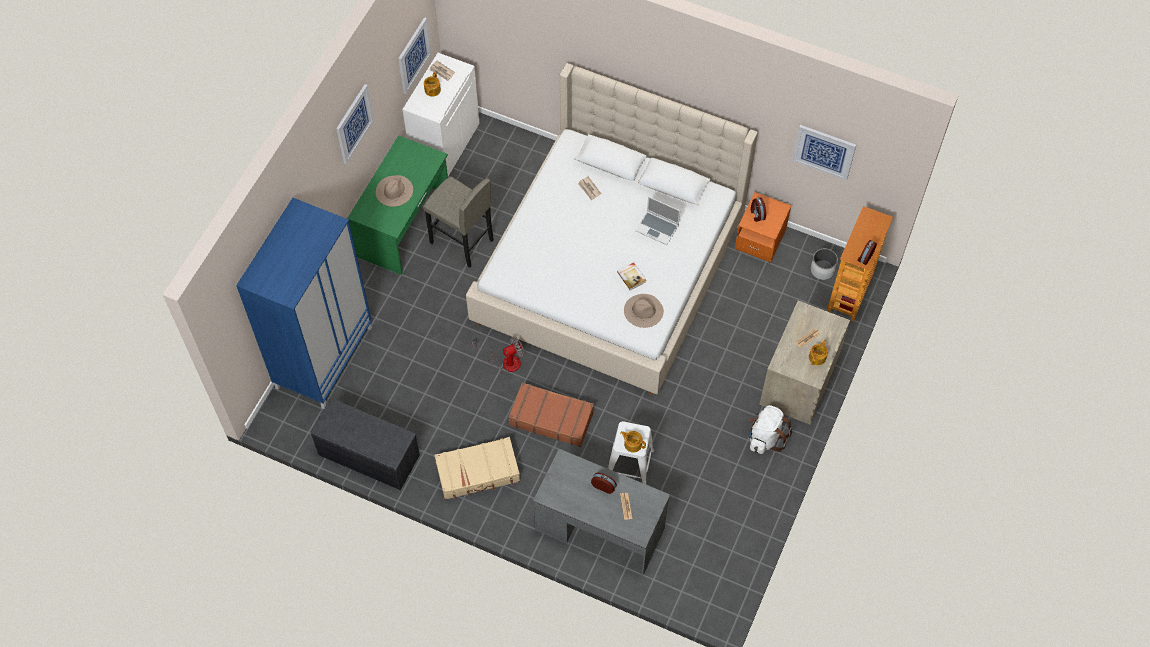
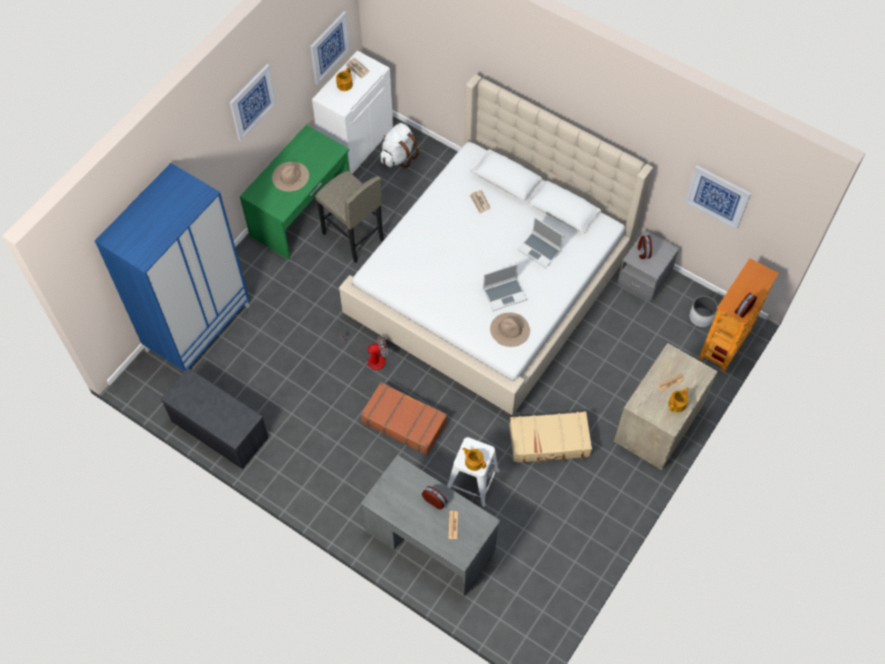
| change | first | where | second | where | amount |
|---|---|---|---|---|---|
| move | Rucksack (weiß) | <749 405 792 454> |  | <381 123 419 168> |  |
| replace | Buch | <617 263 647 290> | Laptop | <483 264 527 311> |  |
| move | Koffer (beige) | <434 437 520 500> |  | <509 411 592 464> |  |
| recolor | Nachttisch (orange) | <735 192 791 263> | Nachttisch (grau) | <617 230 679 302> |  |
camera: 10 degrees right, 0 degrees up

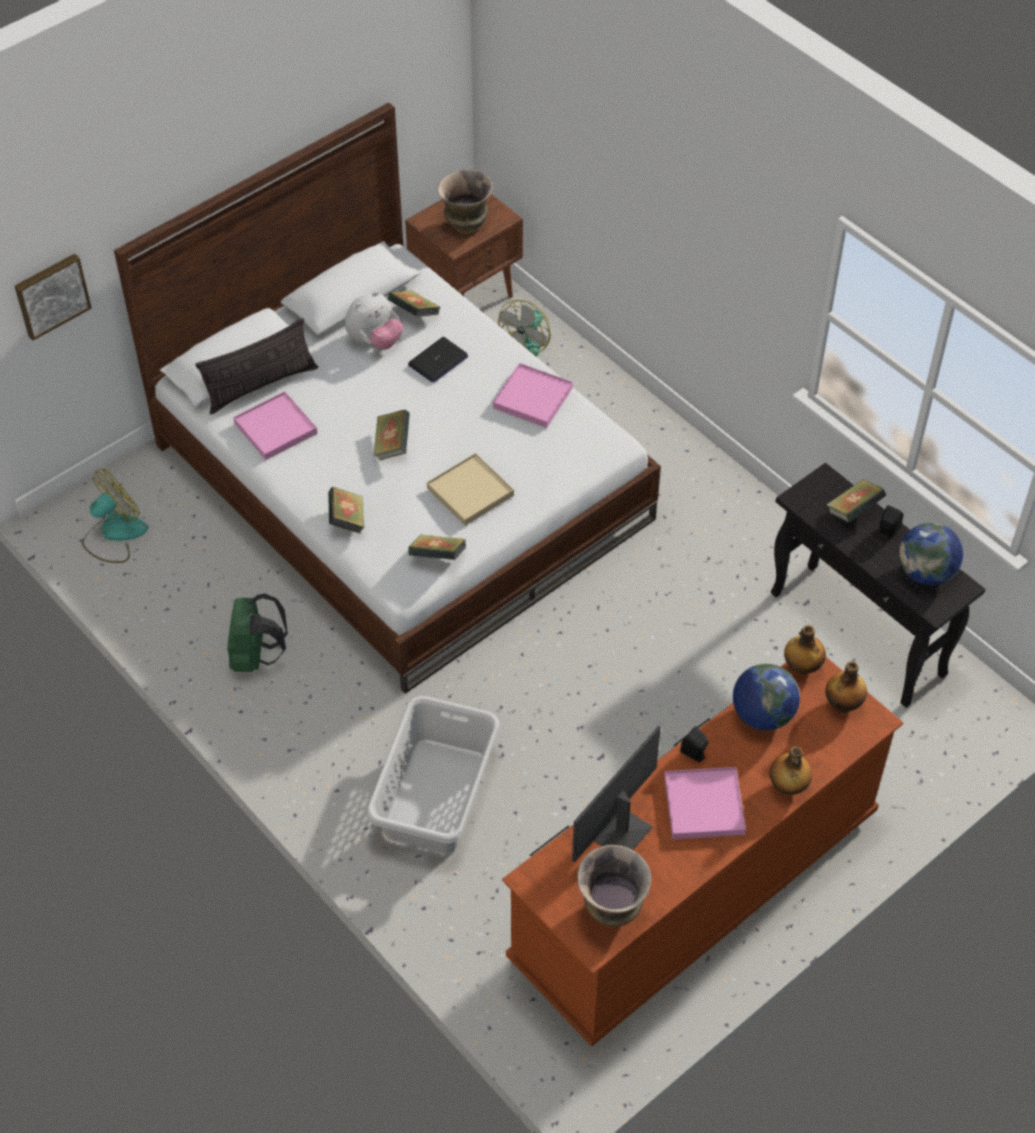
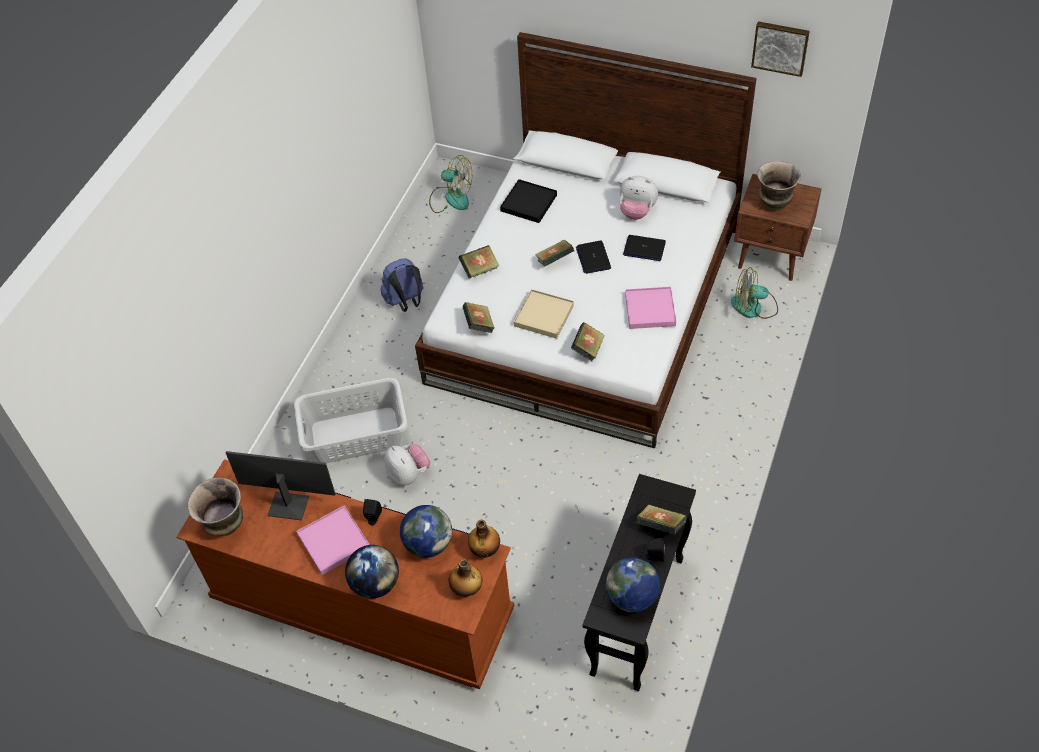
| change | first | where | second | where | amount |
|---|---|---|---|---|---|
| replace | Flasche | <770 746 812 795> | Globus | <345 545 399 599> |  |
| recolor | Rucksack (grün) | <227 593 288 672> | Rucksack (blau) | <380 258 424 312> |  |
| insert |  |  | Plüschtier | <384 444 430 486> |  |
| recolor | Tablett (rosa) | <233 391 317 460> | Tablett (schwarz) | <500 179 557 223> |  |
| move | Buch | <388 290 440 317> |  | <571 322 605 361> |  |
| insert |  |  | Laptop | <576 240 611 274> |  |
| move | Bild | <15 254 91 340> |  | <751 21 810 77> |  |
| delete | Kissen | <196 318 318 414> |  |  |  |
camera: 65 degrees right, 0 degrees up

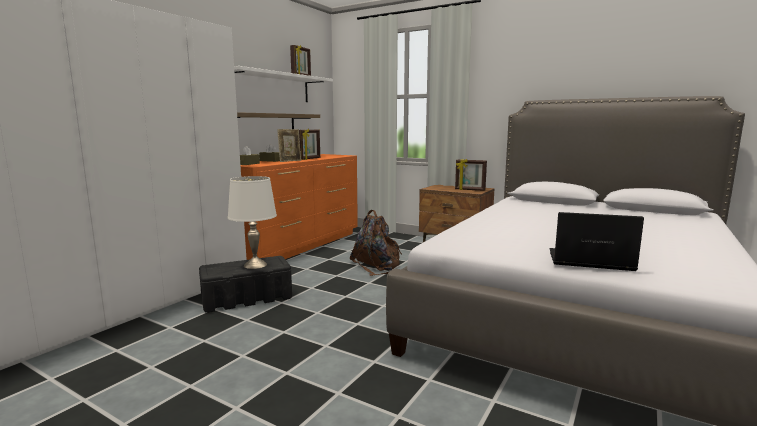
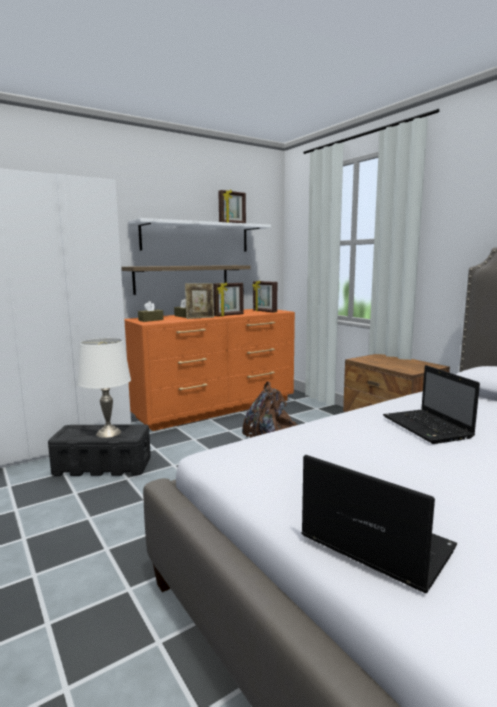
| change | first | where | second | where | amount |
|---|---|---|---|---|---|
| move | Bilderrahmen | <455 159 487 191> |  | <252 280 277 313> |  |
| insert |  |  | Laptop | <383 365 480 444> |  |
camera: 25 degrees right, 0 degrees up

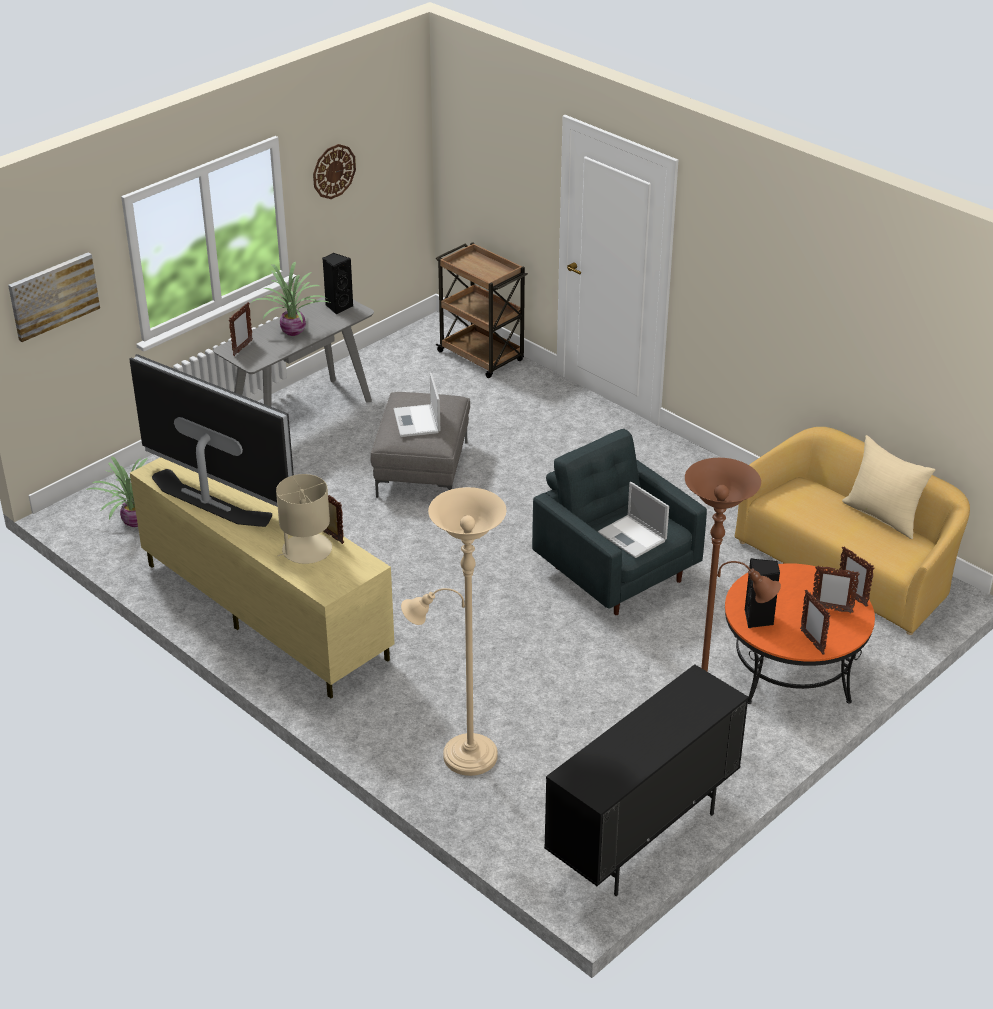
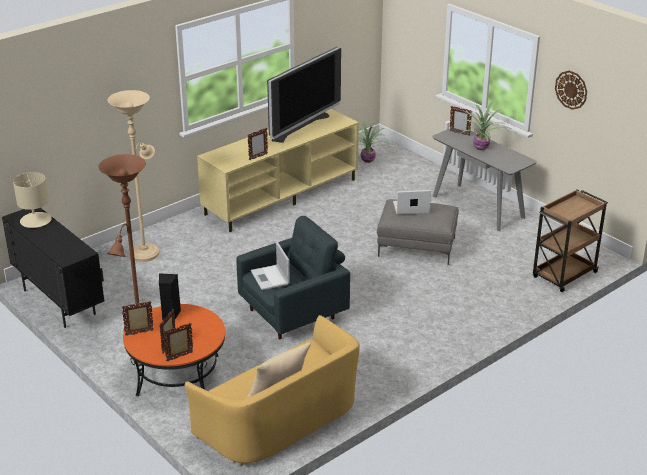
| change | first | where | second | where | amount |
|---|---|---|---|---|---|
| move | Tischlampe (beige) | <276 474 332 564> |  | <13 172 52 228> |  |
| rotate | Laptop | <598 482 669 558> |  | <251 242 290 290> | 75 degrees counterclockwise |
| delete | Bild | <8 252 100 342> |  |  |  |
| delete | Lautsprecher (schwarz) | <323 253 353 315> |  |  |  |
camera: 95 degrees right, 5 degrees down

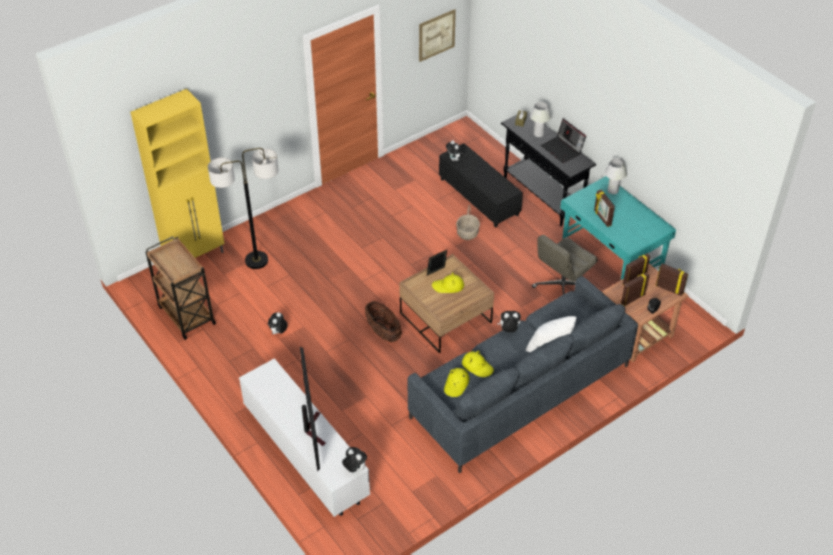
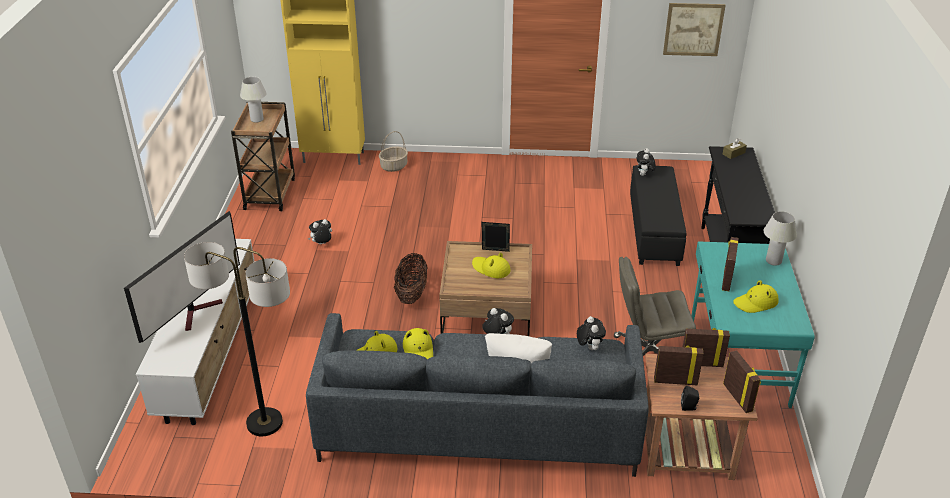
| change | first | where | second | where | amount |
|---|---|---|---|---|---|
| move | Stehlampe | <208 148 278 269> |  | <184 242 290 436> |  |
| move | Tischlampe (weiß) | <530 102 551 137> |  | <240 77 267 123> |  |
| move | Korb | <456 205 480 240> |  | <379 131 408 172> |  |
| move | Plüschtier | <342 447 367 472> |  | <577 316 606 350> |  |
| insert |  |  | Hut (gelb) | <733 280 779 313> |  |
| delete | Laptop | <541 119 586 163> |  |  |  |
camera: 40 degrees right, 10 degrees down

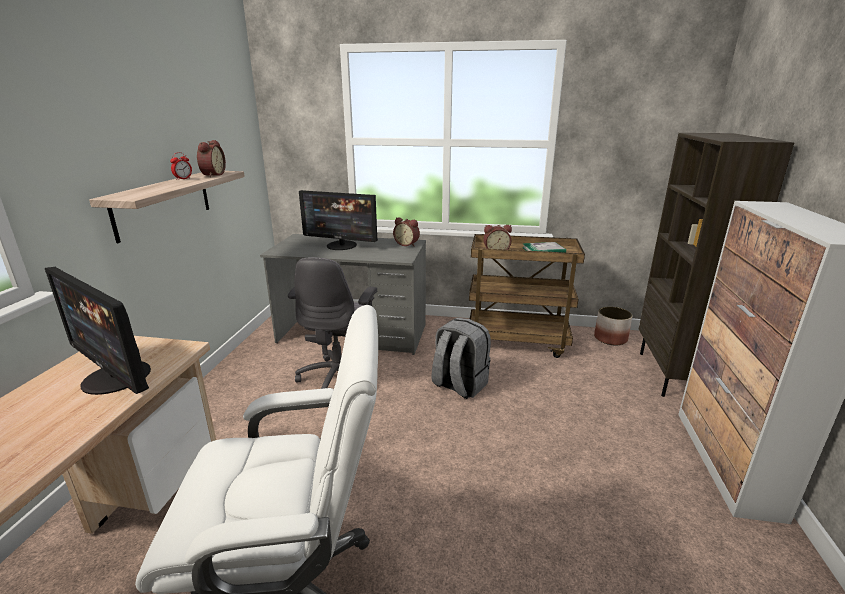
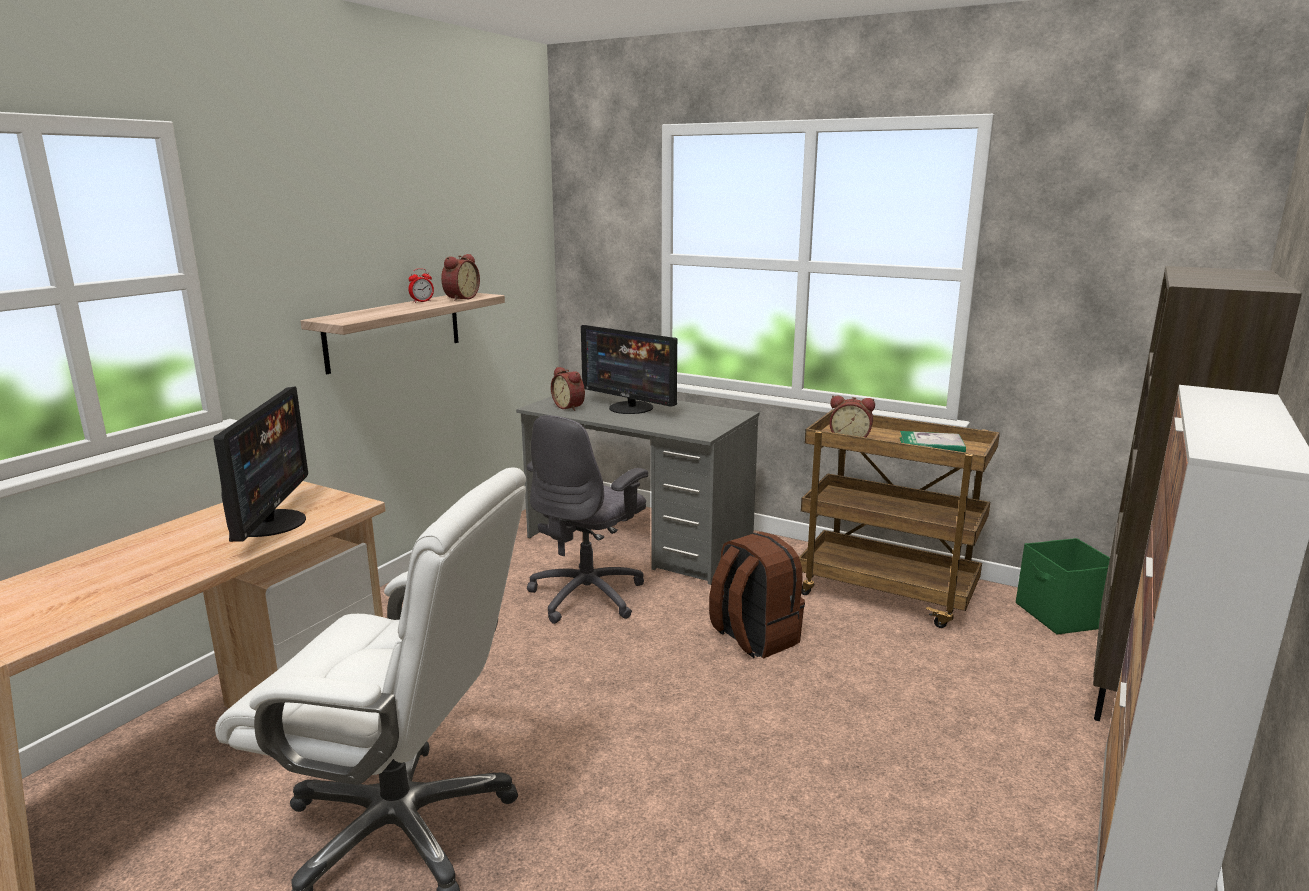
| change | first | where | second | where | amount |
|---|---|---|---|---|---|
| rotate | Monitor | <45 267 151 395> |  | <213 387 308 542> | 150 degrees counterclockwise |
| move | Wecker | <393 217 420 246> |  | <551 367 585 411> |  |
| recolor | Rucksack (grau) | <432 318 491 399> | Rucksack (braun) | <709 531 805 658> |  |
| replace | Pflanzkübel | <594 307 632 345> | Aufbewahrungsbox (grün) | <1016 538 1110 635> |  |
camera: 20 degrees right, 5 degrees down

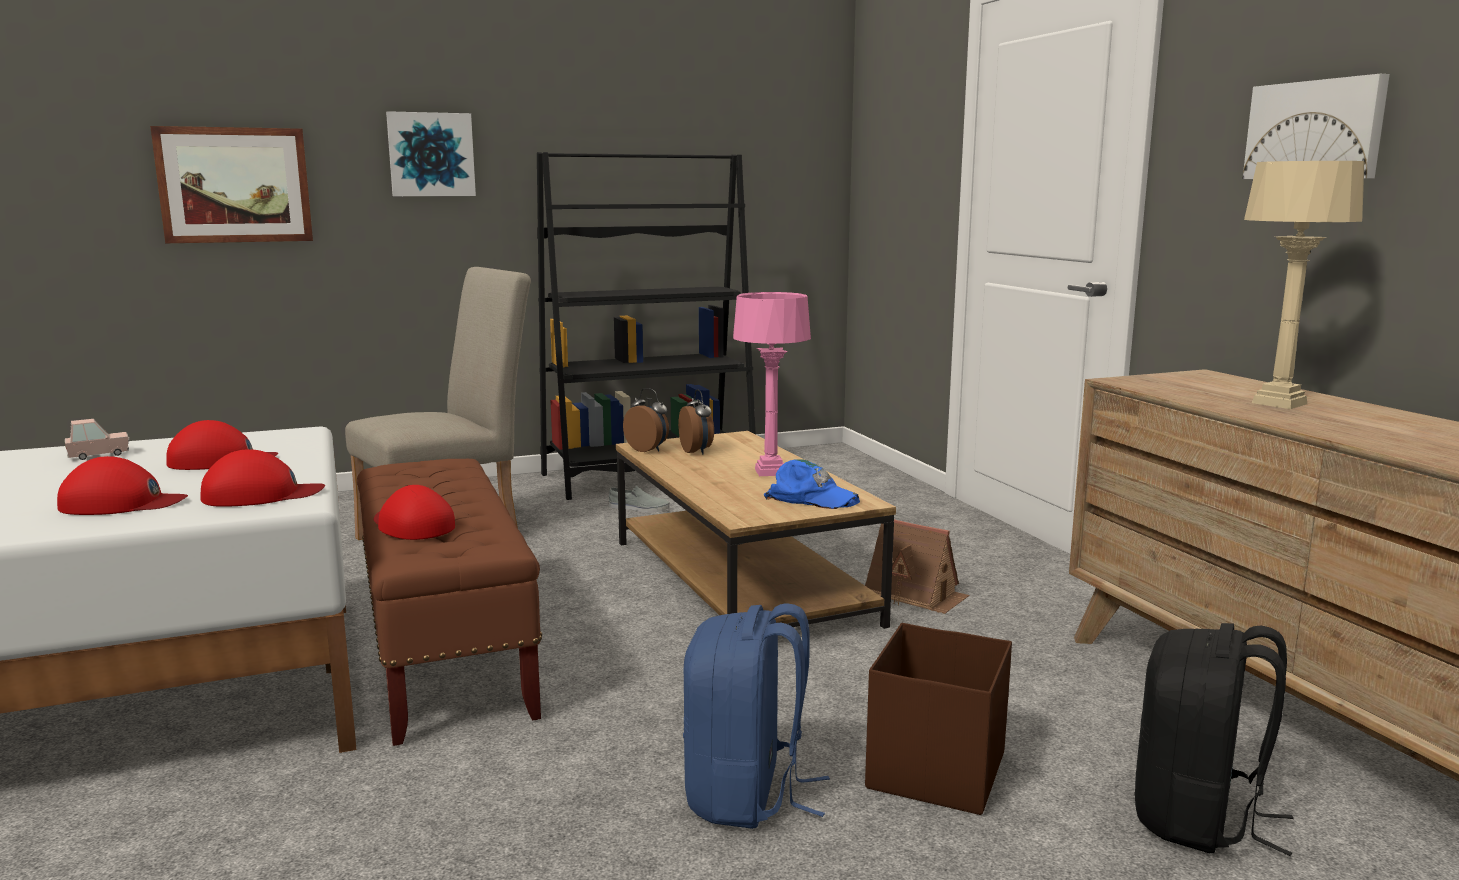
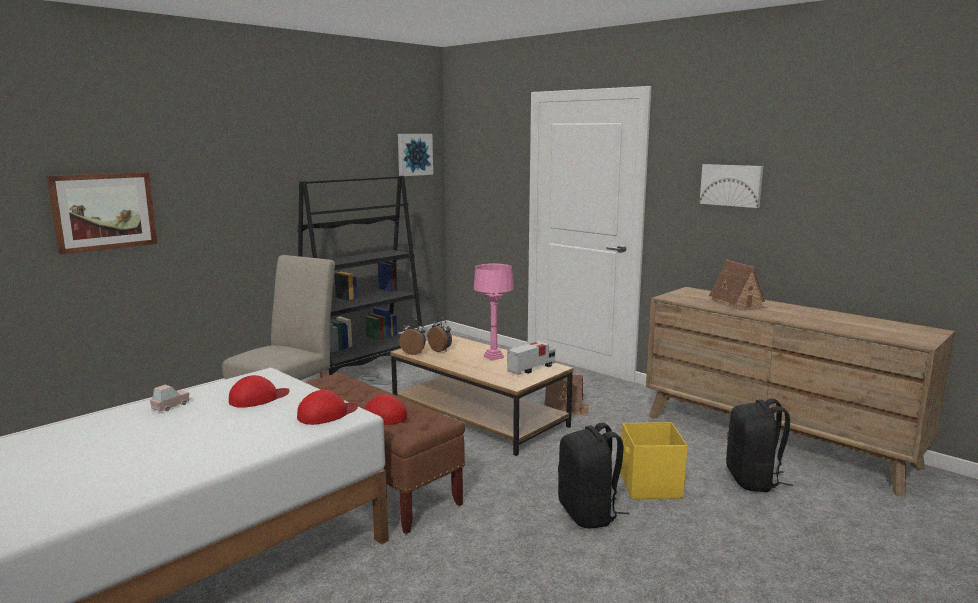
| change | first | where | second | where | amount |
|---|---|---|---|---|---|
| move | Bild | <386 111 476 196> |  | <398 134 433 176> |  |
| replace | Kappe (blau) | <764 459 860 509> | Spielzeuglaster | <507 341 555 375> |  |
| recolor | Rucksack (blau) | <683 603 830 829> | Rucksack (schwarz) | <558 423 629 529> |  |
| recolor | Aufbewahrungsbox (braun) | <865 623 1012 815> | Aufbewahrungsbox (gelb) | <620 422 687 499> |  |
| replace | Tischlampe (beige) | <1244 161 1365 409> | Spielzeughaus | <709 259 768 311> |  |
| delete | Kappe (rot) | <57 456 188 515> |  |  |  |
camera: 25 degrees left, 0 degrees up

